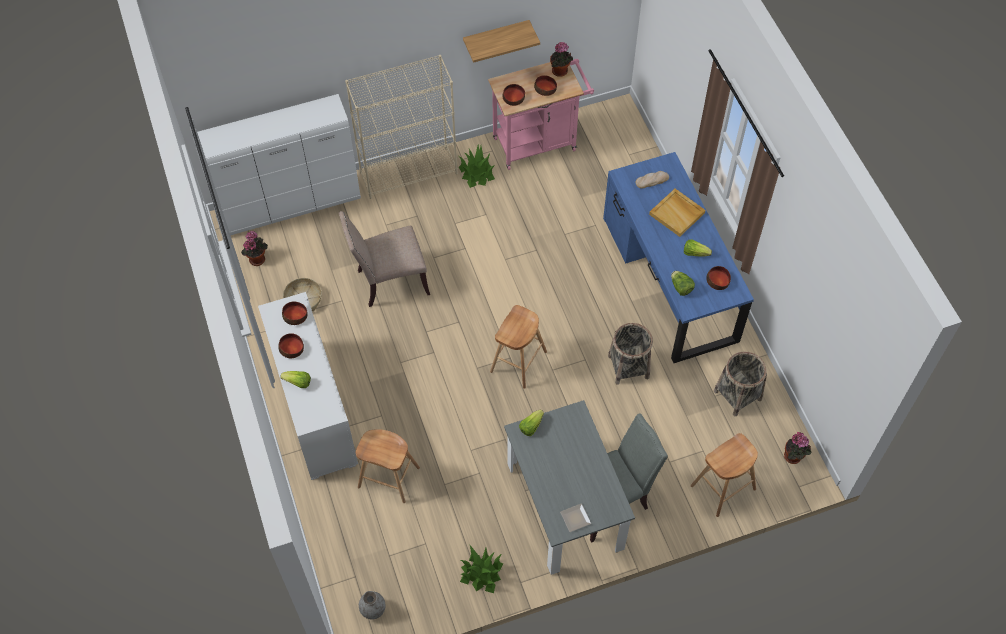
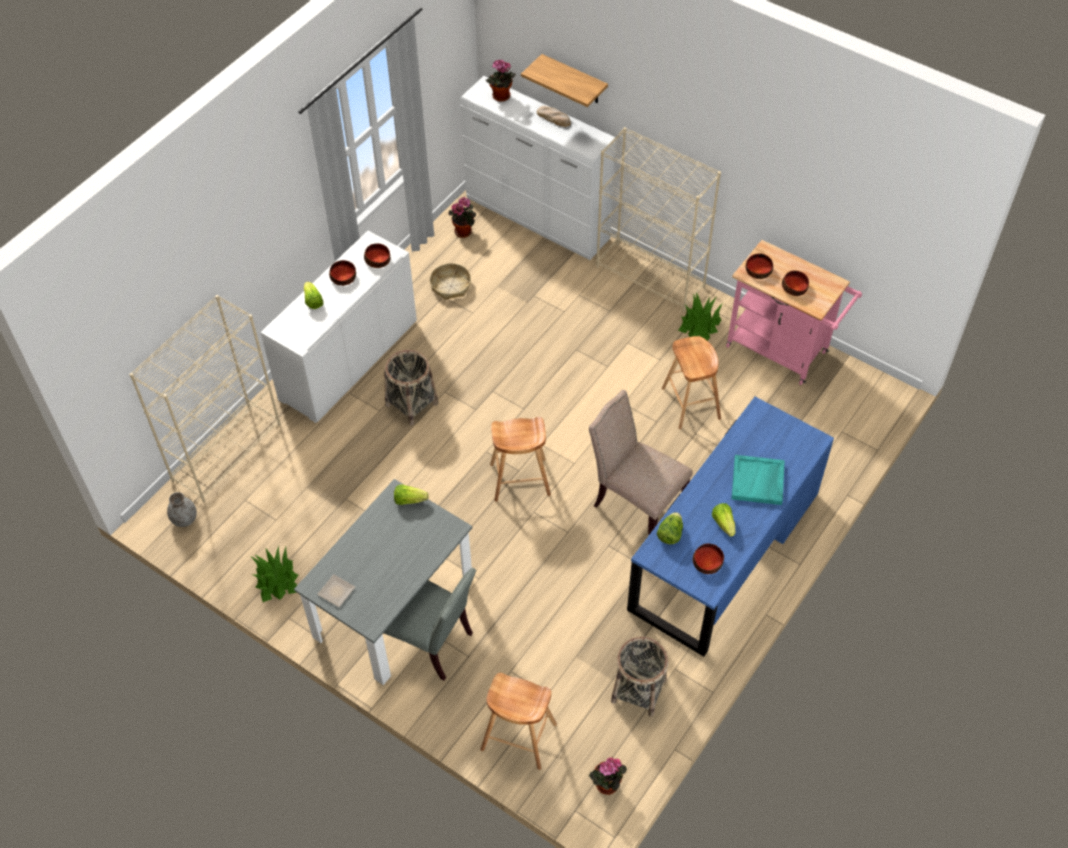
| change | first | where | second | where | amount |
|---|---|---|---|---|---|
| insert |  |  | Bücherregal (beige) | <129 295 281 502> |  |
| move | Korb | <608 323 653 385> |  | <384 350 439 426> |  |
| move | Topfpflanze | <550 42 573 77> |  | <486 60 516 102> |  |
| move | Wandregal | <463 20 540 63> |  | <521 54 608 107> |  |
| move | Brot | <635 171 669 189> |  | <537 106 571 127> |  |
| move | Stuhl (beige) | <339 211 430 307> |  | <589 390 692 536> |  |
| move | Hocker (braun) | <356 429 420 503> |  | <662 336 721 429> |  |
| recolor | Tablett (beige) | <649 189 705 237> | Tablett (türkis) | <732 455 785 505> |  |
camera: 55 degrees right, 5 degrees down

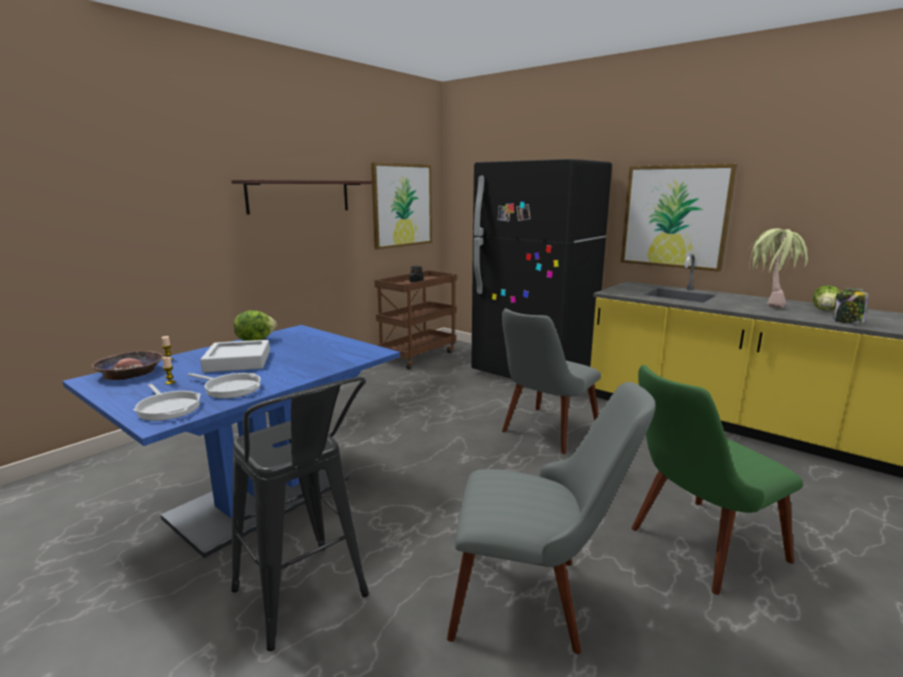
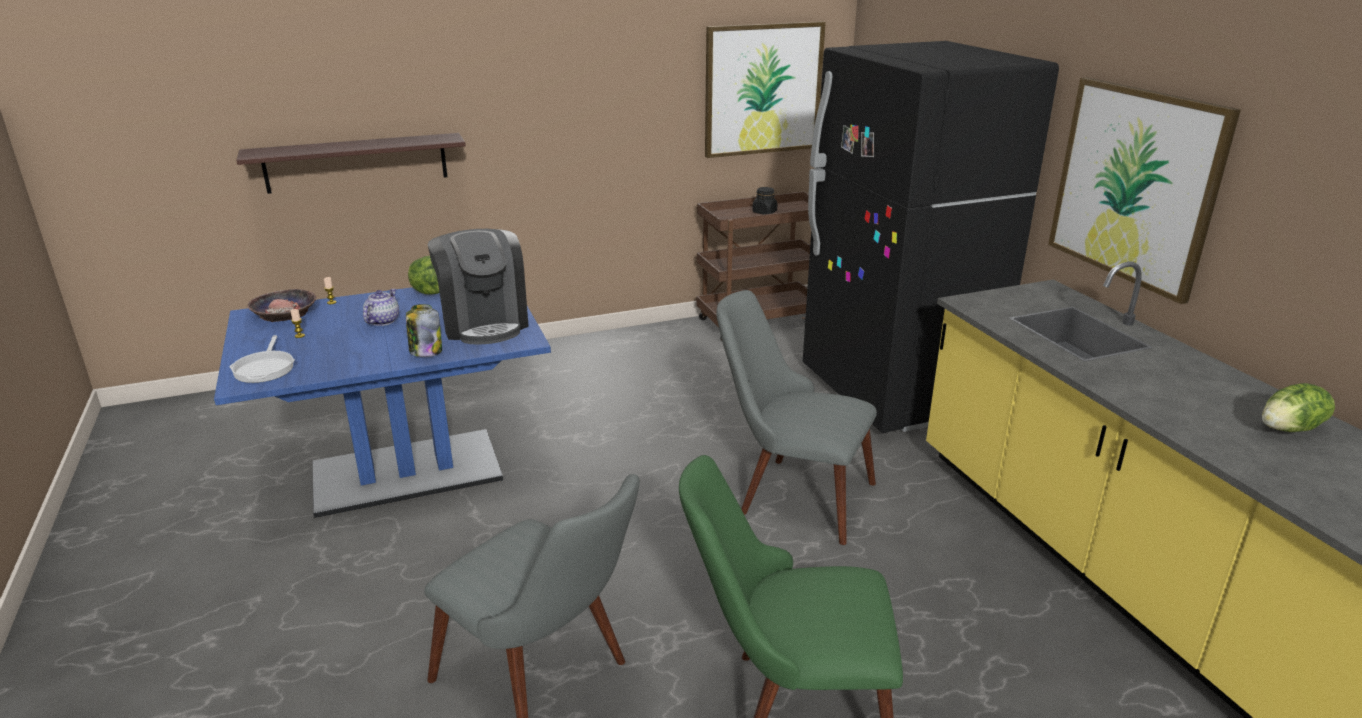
| change | first | where | second | where | amount |
|---|---|---|---|---|---|
| move | Wandregal | <231 180 372 215> |  | <236 133 466 194> |  |
| replace | Tablett (grau) | <200 340 270 372> | Teekanne | <363 289 399 326> |  |
| move | Vorratsglas | <833 288 868 324> |  | <406 304 442 357> |  |
| insert |  |  | Kaffeemaschine | <428 229 529 344> |  |
| rotate | Stuhl (grau) | <502 309 601 454> |  | <716 290 877 545> | 45 degrees clockwise |
| delete | Pfanne | <188 373 261 398> |  |  |  |
| delete | Hocker (schwarz) | <231 377 369 651> |  |  |  |
| delete | Topfpflanze | <749 228 808 309> |  |  |  |
camera: 30 degrees right, 10 degrees up

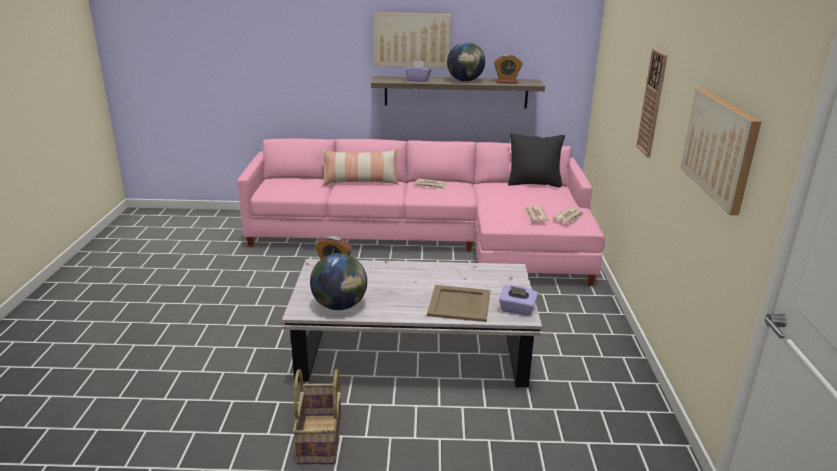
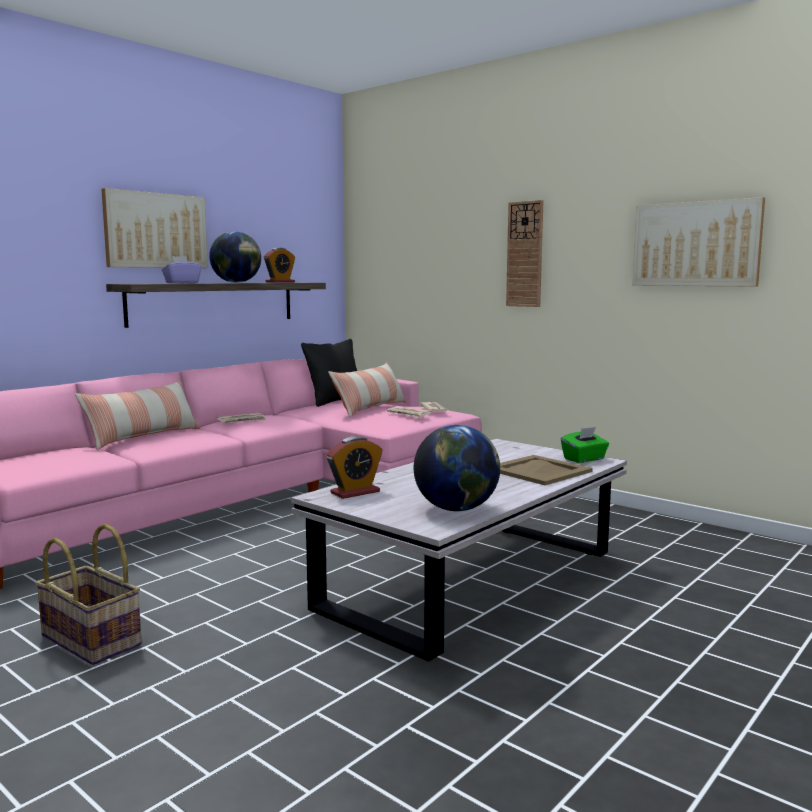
| change | first | where | second | where | amount |
|---|---|---|---|---|---|
| move | Korb | <293 369 341 464> |  | <35 524 142 665> |  |
| insert |  |  | Kissen | <328 362 406 417> |  |
| recolor | Taschentuchbox (lila) | <499 285 538 316> | Taschentuchbox (grün) | <561 427 609 463> |  |
camera: 50 degrees left, 15 degrees down

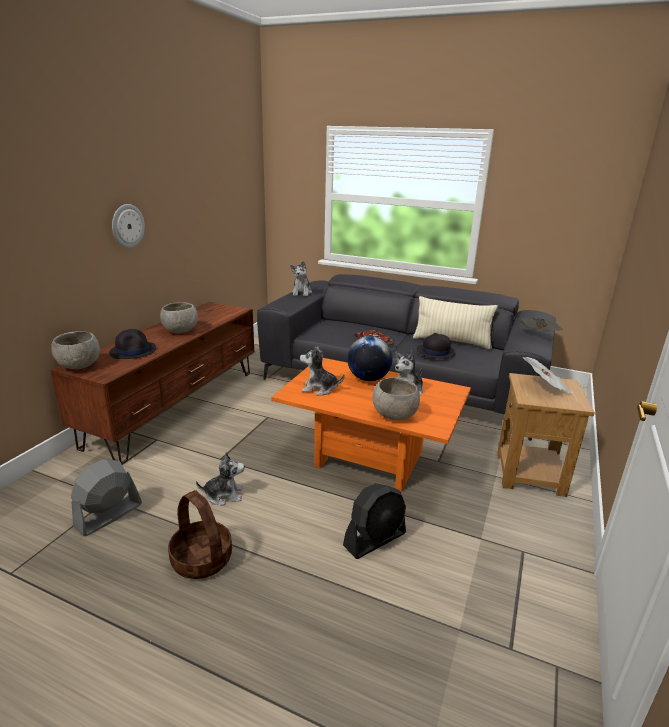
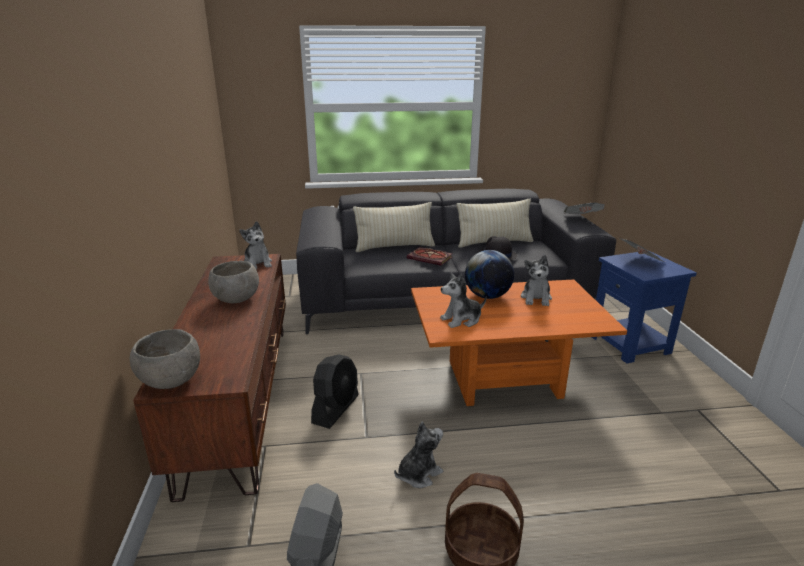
| change | first | where | second | where | amount |
|---|---|---|---|---|---|
| move | Plüschtier | <290 261 312 296> |  | <239 221 272 270> |  |
| move | Ventilator (schwarz) | <343 483 406 559> |  | <311 355 359 429> |  |
| insert |  |  | Kissen (beige) | <353 202 435 252> |  |
| recolor | Beistelltisch (braun) | <497 373 595 497> | Beistelltisch (blau) | <592 250 697 364> |  |
| delete | Hut (schwarz) | <109 329 156 359> |  |  |  |
| delete | Wanduhr | <112 204 145 248> |  |  |  |
| delete | Schüssel (grau) | <373 377 420 420> |  |  |  |
camera: 30 degrees left, 0 degrees up

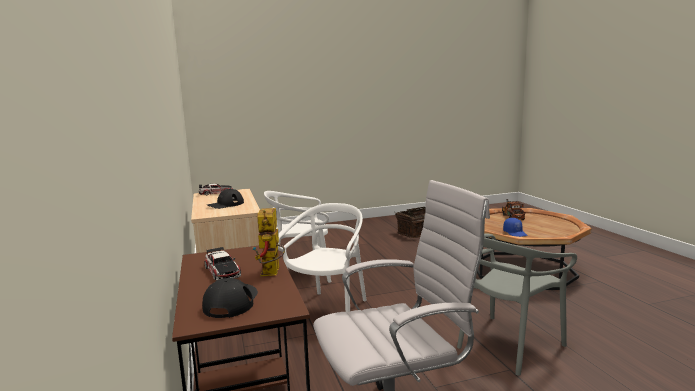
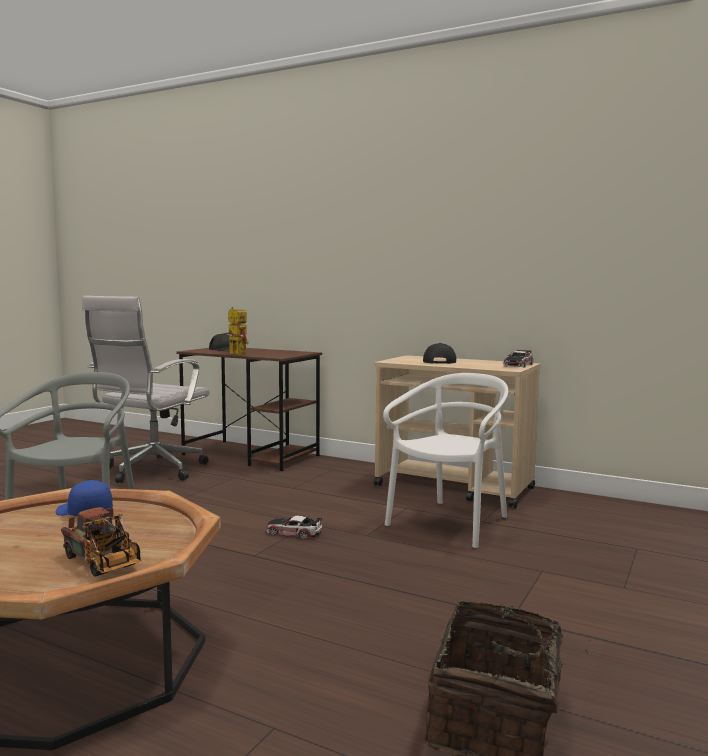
| change | first | where | second | where | amount |
|---|---|---|---|---|---|
| move | Spielzeugauto | <205 247 241 281> |  | <266 516 322 539> |  |
| delete | Stuhl (weiß) | <278 203 367 312> |  |  |  |
camera: 135 degrees right, 5 degrees down

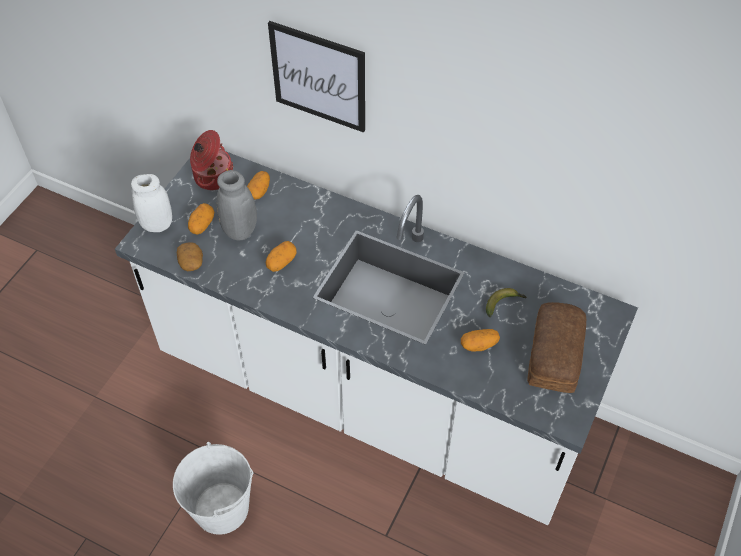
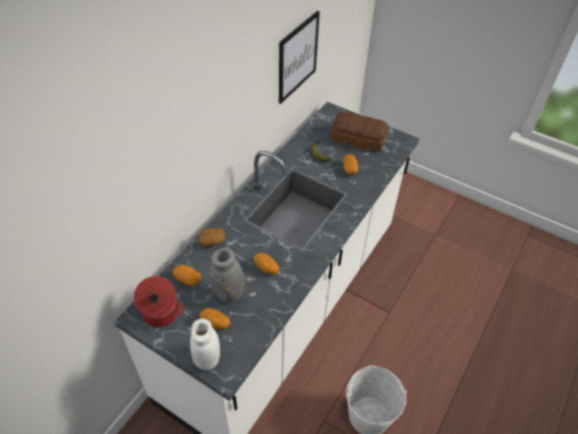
| change | first | where | second | where | amount |
|---|---|---|---|---|---|
| move | Kartoffel | <177 242 203 271> |  | <199 228 226 247> |  |
| move | Bild | <268 21 365 133> |  | <279 11 320 104> |  |
camera: 85 degrees left, 5 degrees down

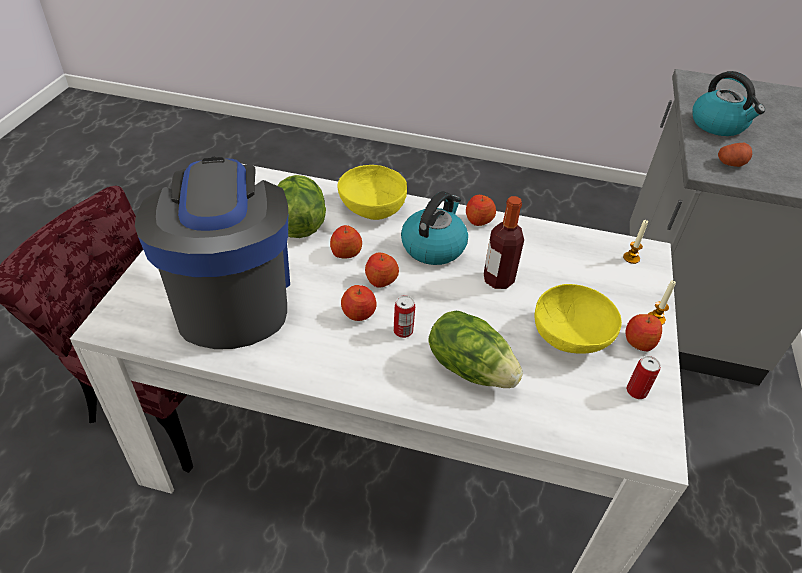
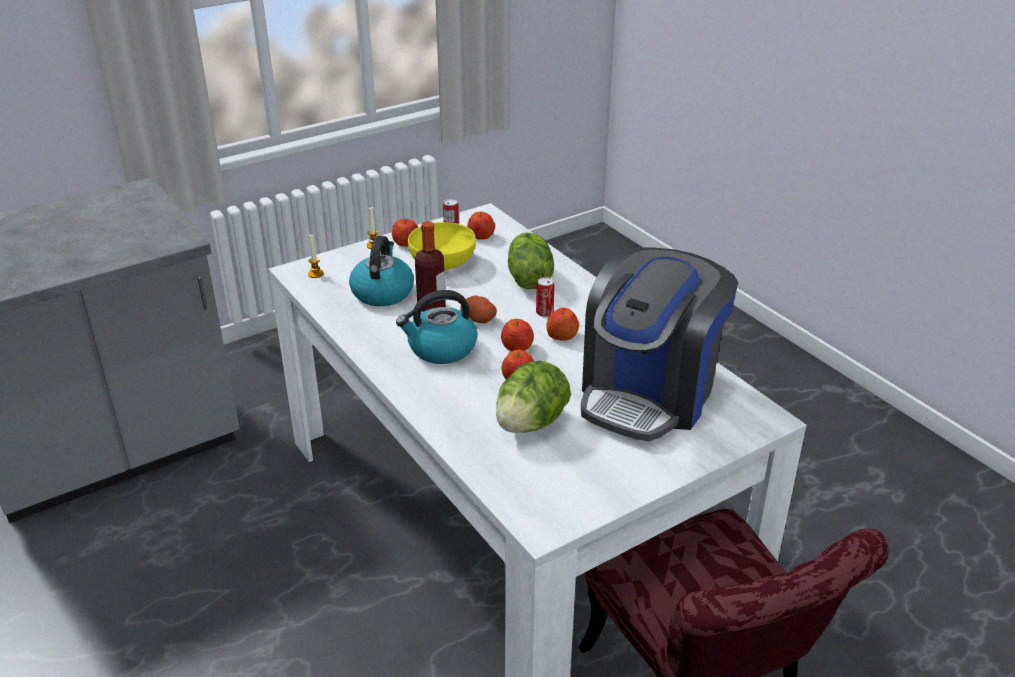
| change | first | where | second | where | amount |
|---|---|---|---|---|---|
| move | Wasserkessel | <692 71 765 136> |  | <349 236 414 306> |  |
| move | Kartoffel | <718 143 752 167> |  | <460 296 497 323> |  |
| move | Apfel | <466 195 496 226> |  | <467 212 495 240> |  |
| delete | Schüssel (gelb) | <338 165 407 220> |  |  |  |
camera: 135 degrees left, 10 degrees down

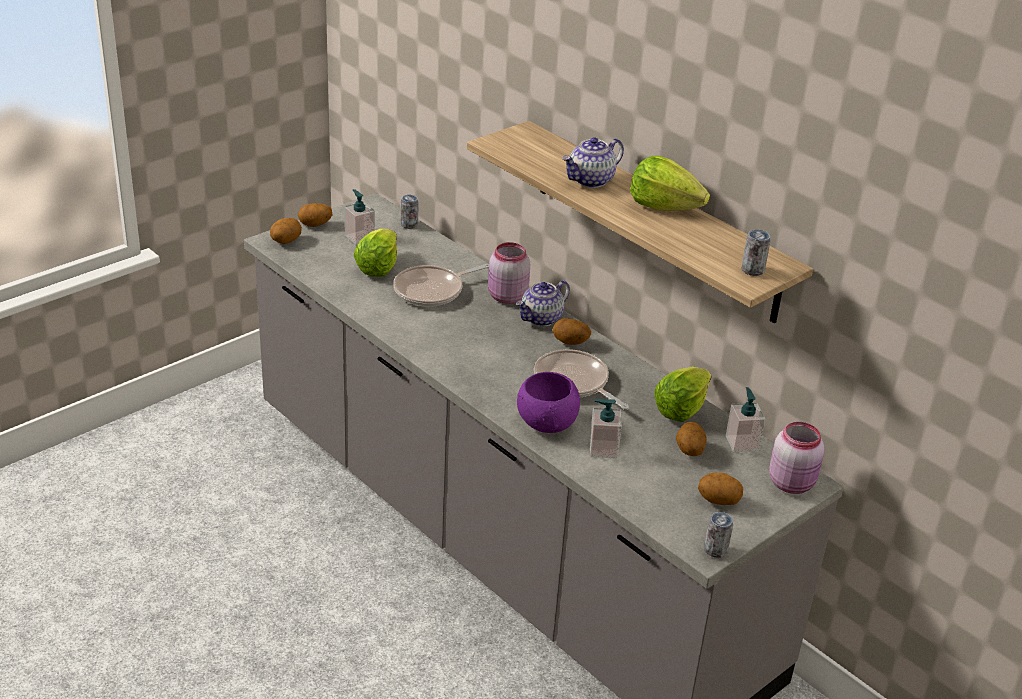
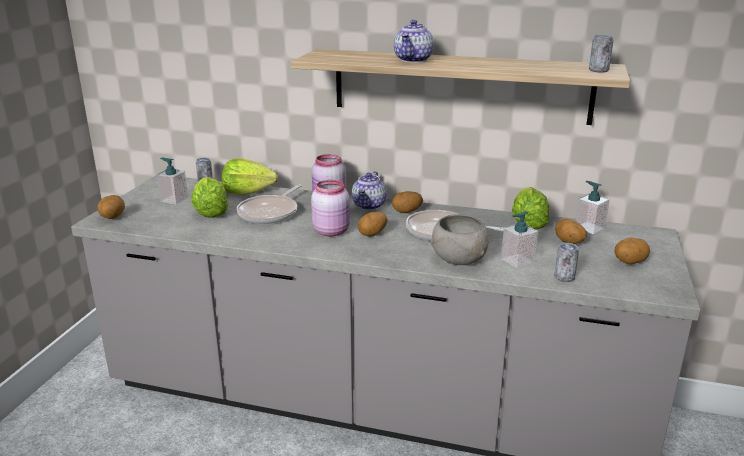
| change | first | where | second | where | amount |
|---|---|---|---|---|---|
| move | Salatkopf | <630 156 710 211> |  | <222 158 278 195> |  |
| move | Vorratsglas (rosa) | <769 422 824 494> |  | <311 180 350 236> |  |
| move | Kartoffel | <298 203 332 227> |  | <358 211 387 237> |  |
| recolor | Schüssel (lila) | <517 372 580 433> | Schüssel (grau) | <431 214 489 265> |  |
| move | Dose | <704 512 733 558> |  | <554 243 579 282> |  |
camera: 30 degrees left, 10 degrees down

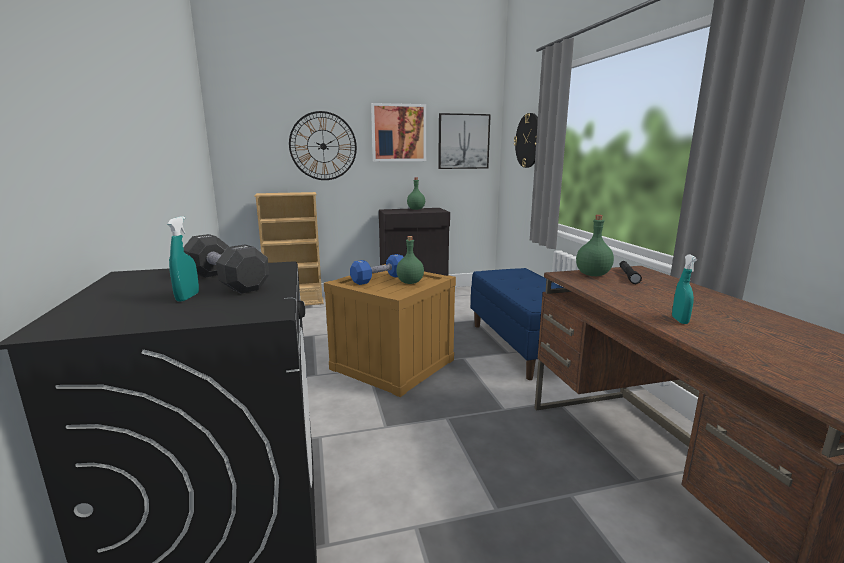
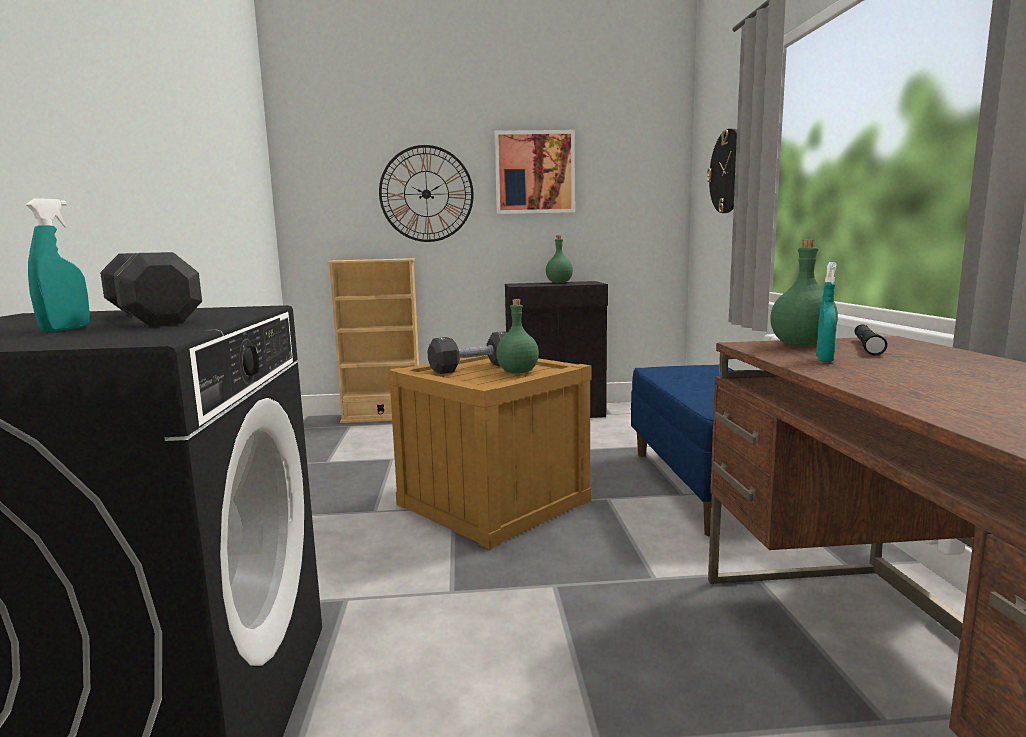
| change | first | where | second | where | amount |
|---|---|---|---|---|---|
| recolor | Hantel (blau) | <350 254 404 285> | Hantel (schwarz) | <428 332 507 374> |  |
| move | Sprühflasche (türkis) | <672 255 697 324> |  | <816 262 837 362> |  |
| delete | Bild | <438 113 491 169> |  |  |  |
camera: 10 degrees right, 5 degrees down

